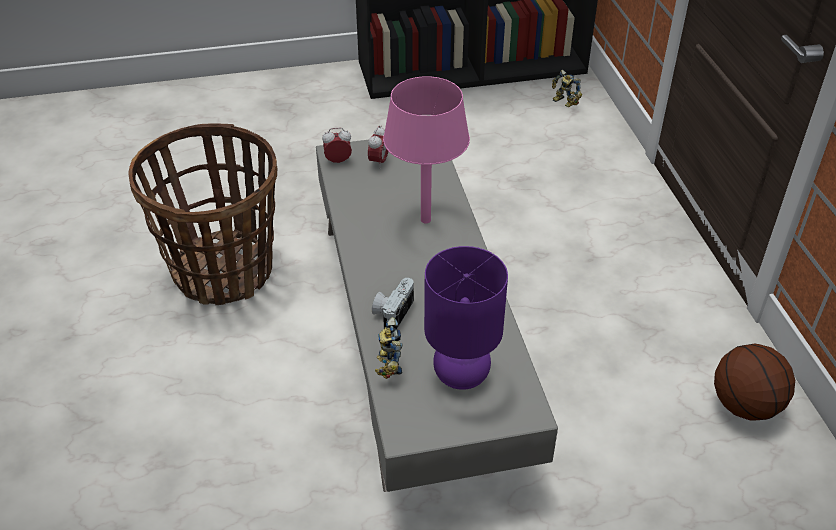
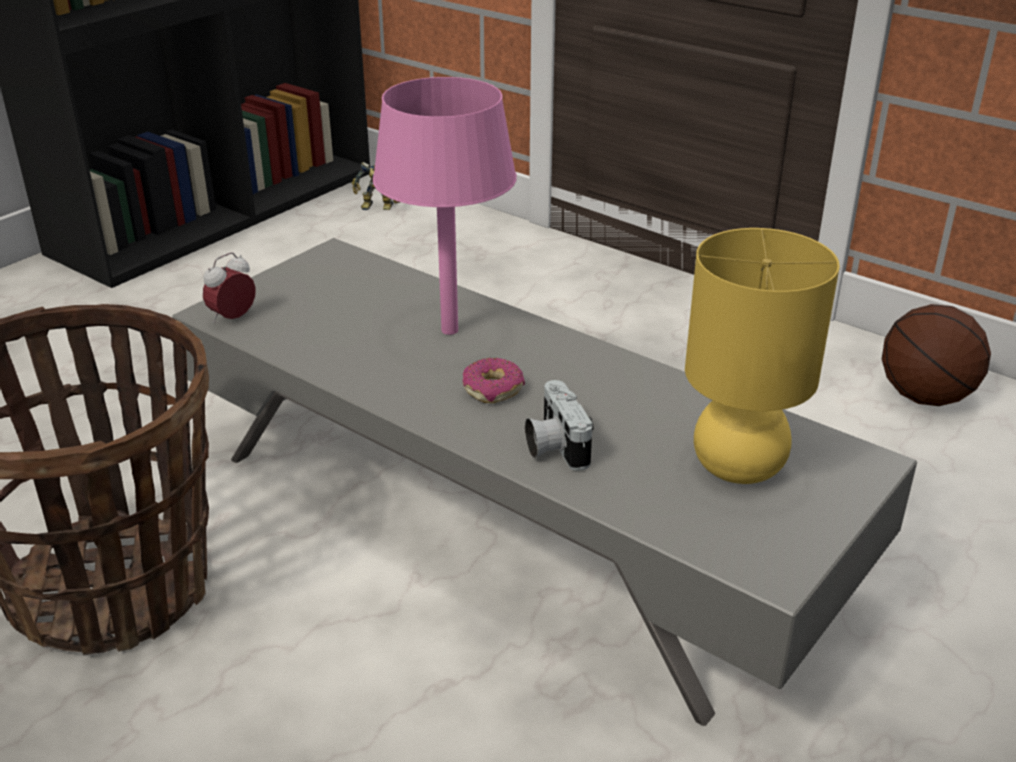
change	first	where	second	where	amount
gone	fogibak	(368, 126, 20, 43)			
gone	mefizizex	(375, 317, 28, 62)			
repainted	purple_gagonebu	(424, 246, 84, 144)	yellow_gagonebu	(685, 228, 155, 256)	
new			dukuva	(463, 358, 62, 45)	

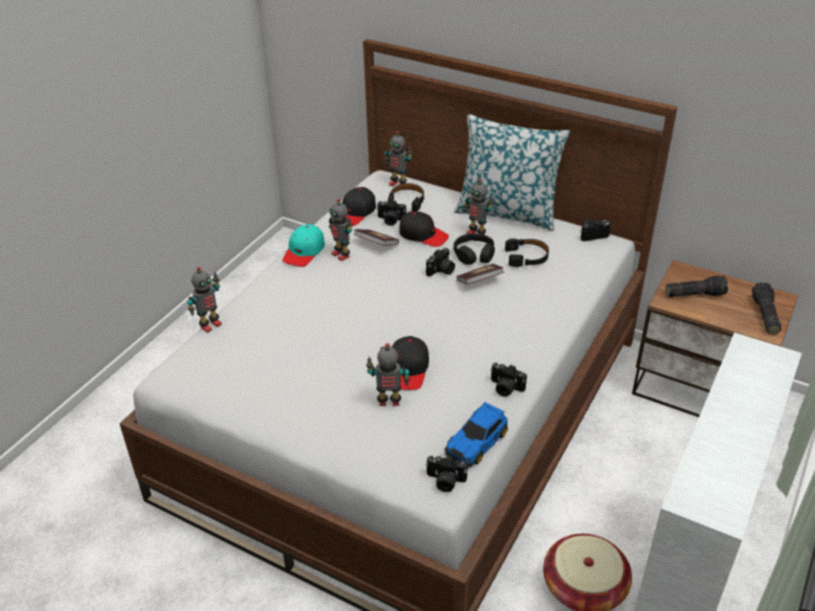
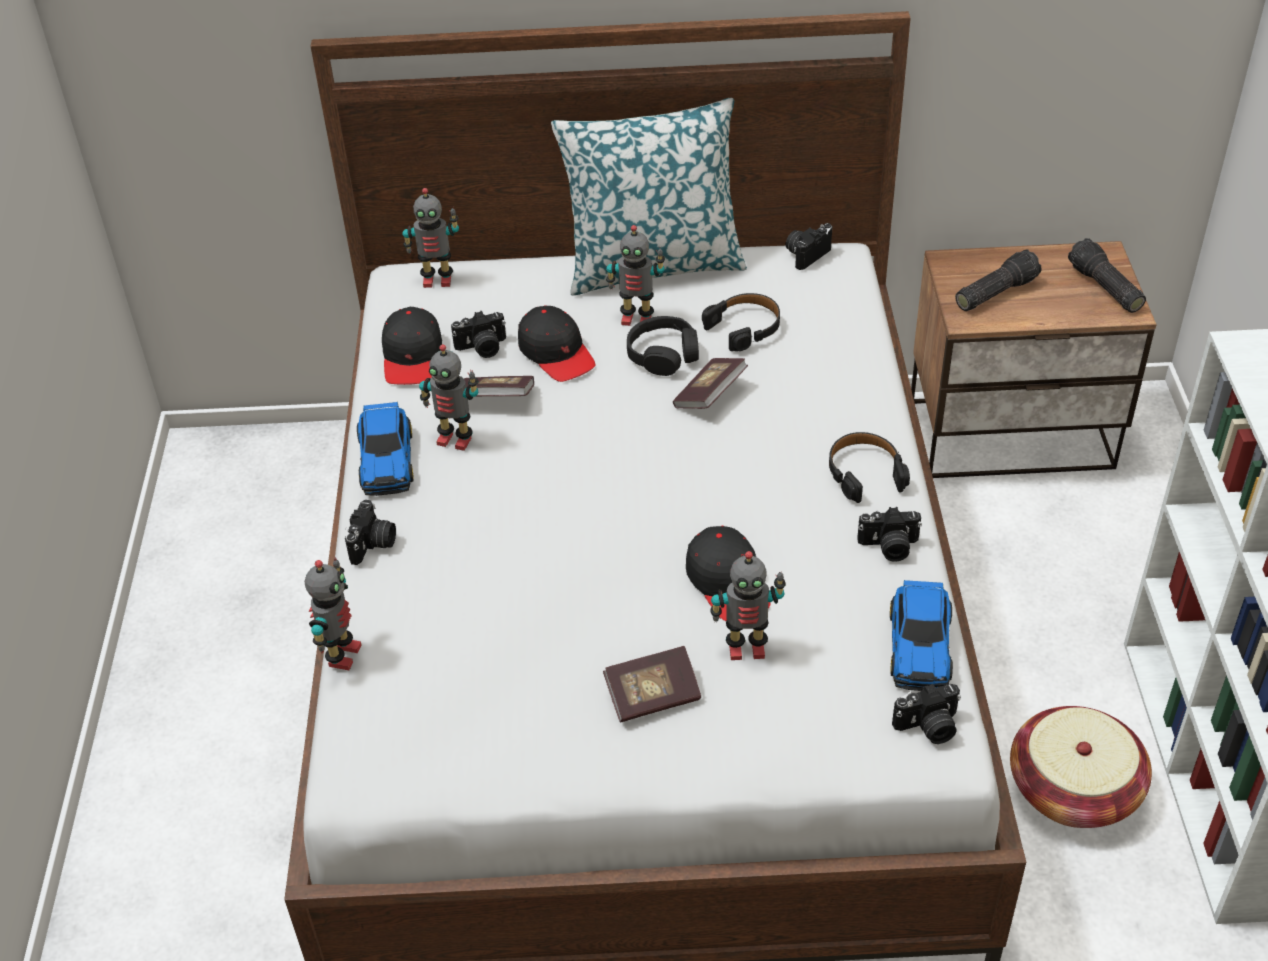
change	first	where	second	where	amount
swapped	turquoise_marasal	(283, 224, 42, 43)	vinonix	(357, 402, 57, 94)	
rotated	mefizizex	(366, 343, 44, 63)		(710, 551, 76, 109)	150 degrees counterclockwise
shifted	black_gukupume	(388, 183, 36, 28)		(829, 432, 81, 71)	
rotated	black_marasal	(399, 211, 50, 36)		(518, 305, 77, 77)	60 degrees clockwise
shifted	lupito	(426, 248, 29, 28)		(345, 500, 51, 65)	
new			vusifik	(603, 646, 98, 77)	

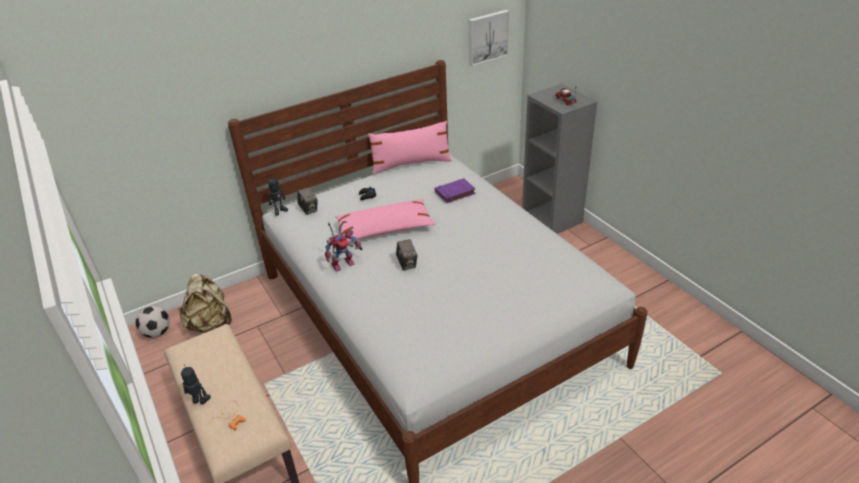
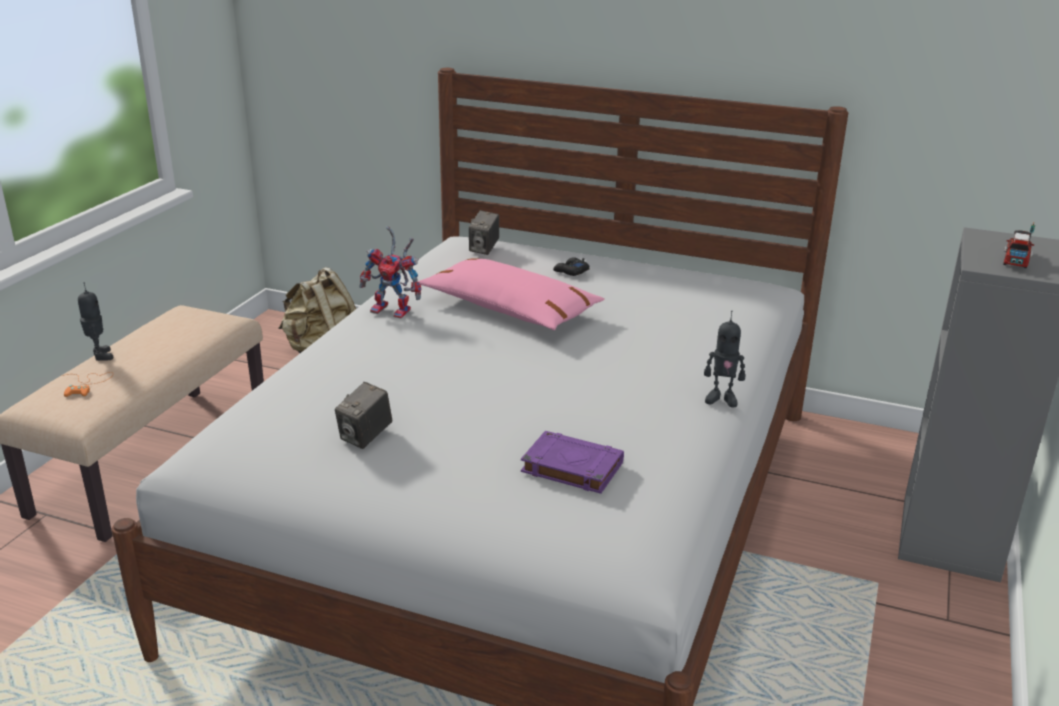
change	first	where	second	where	amount
gone	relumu	(135, 305, 35, 33)			
shifted	mefizizex	(268, 175, 20, 41)		(704, 311, 41, 97)	
gone	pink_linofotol	(368, 121, 84, 53)			
shifted	lupito	(396, 239, 21, 31)		(335, 382, 57, 67)	
shifted	purple_vusifik	(435, 178, 41, 25)		(521, 431, 103, 63)	
gone	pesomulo	(468, 10, 42, 56)			

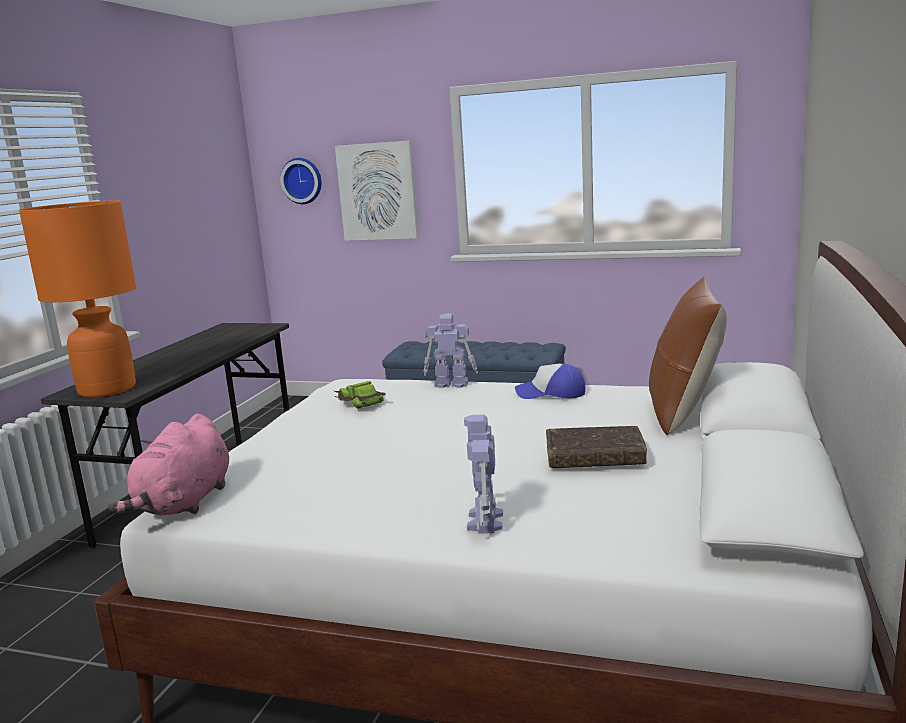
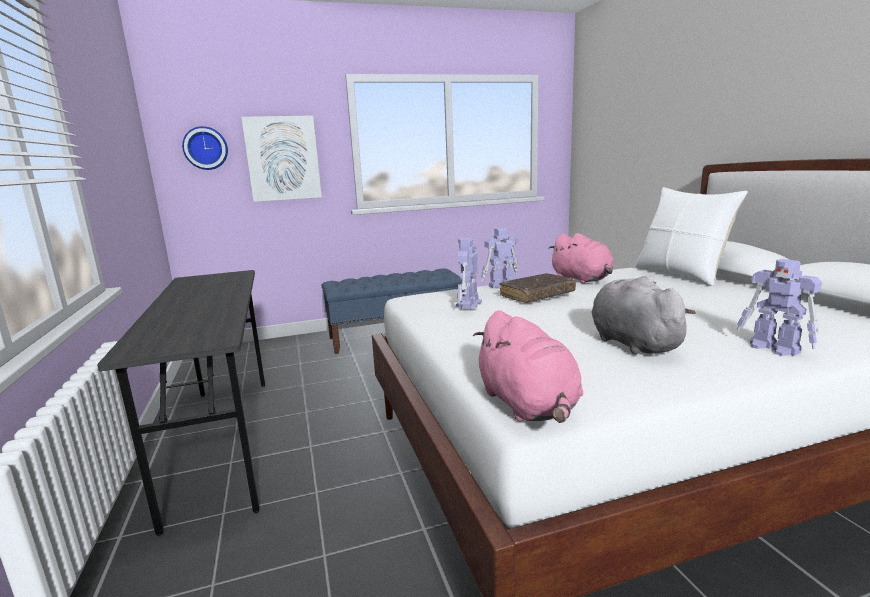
change	first	where	second	where	amount
gone	orange_gagonebu	(19, 200, 117, 197)			
swapped	vinonix	(334, 381, 52, 28)	mefizizex	(456, 238, 26, 71)	
swapped	marasal	(515, 363, 70, 36)	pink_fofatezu	(549, 233, 65, 50)	
shifted	brown_vusifik	(546, 426, 101, 42)		(500, 273, 76, 30)	
repainted	brown_linofotol	(649, 276, 78, 159)	white_linofotol	(636, 187, 112, 99)	
new			grey_fofatezu	(591, 276, 105, 79)	

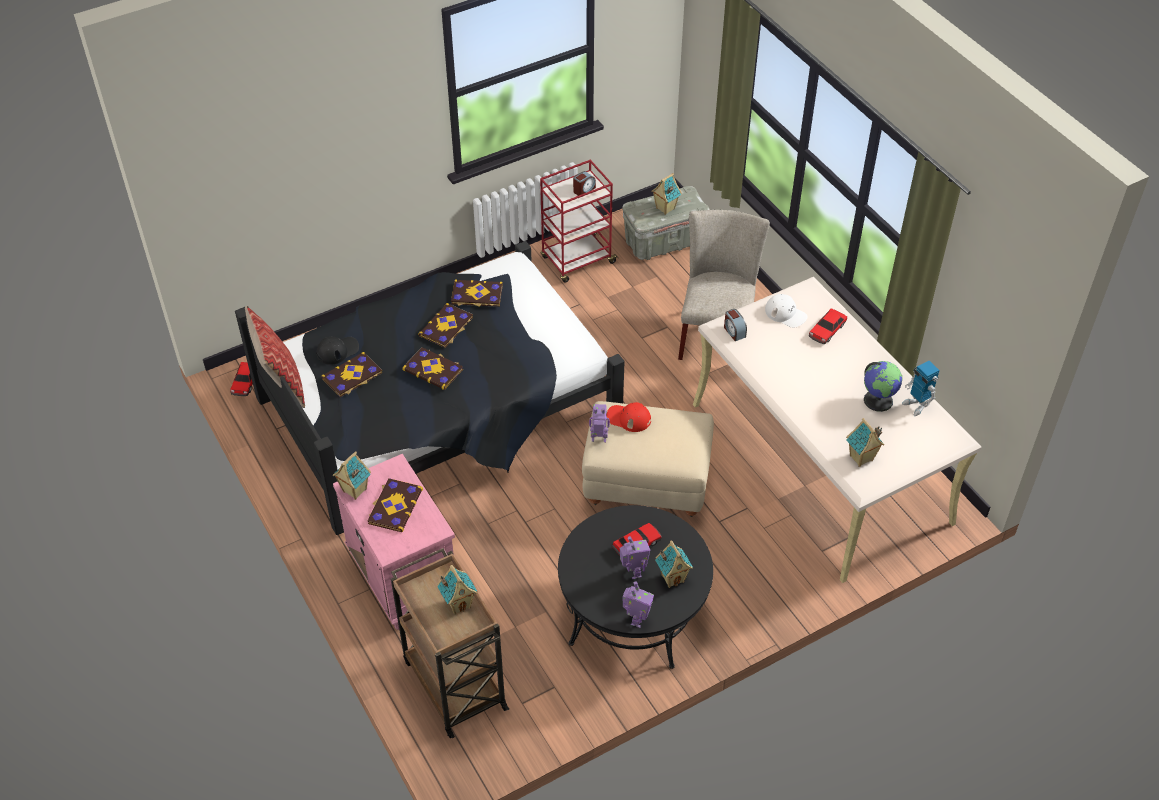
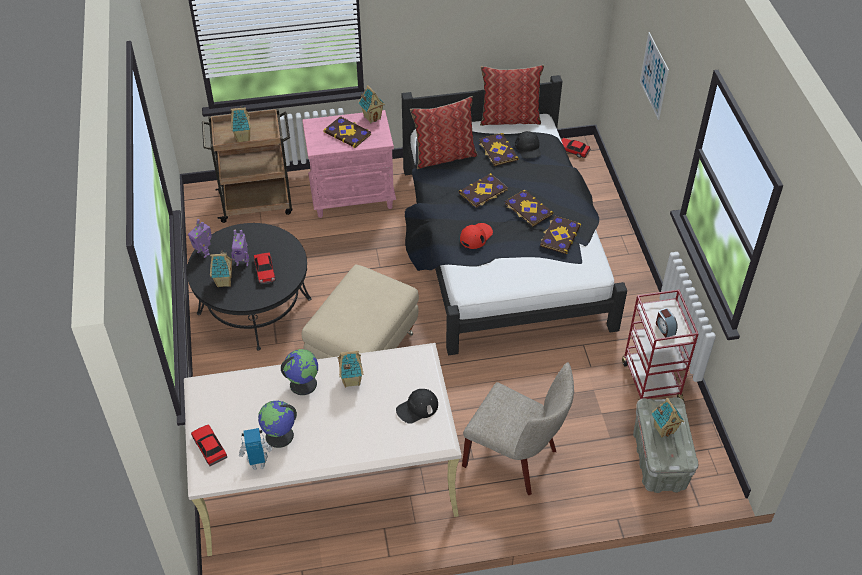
change	first	where	second	where	amount
gone	mefizizex	(589, 404, 21, 38)			
shifted	red_marasal	(607, 402, 44, 30)		(460, 223, 33, 26)	
gone	fogibak	(724, 309, 23, 32)			
repainted	white_marasal	(765, 294, 43, 34)	black_marasal	(396, 389, 42, 35)	
shifted	vinonix	(809, 308, 38, 36)		(191, 424, 36, 42)	
shifted	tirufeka	(846, 418, 38, 49)		(337, 351, 26, 36)	
new			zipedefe	(281, 349, 37, 46)	
new			linofotol	(410, 96, 67, 73)	
new			pesomulo	(640, 32, 29, 88)	

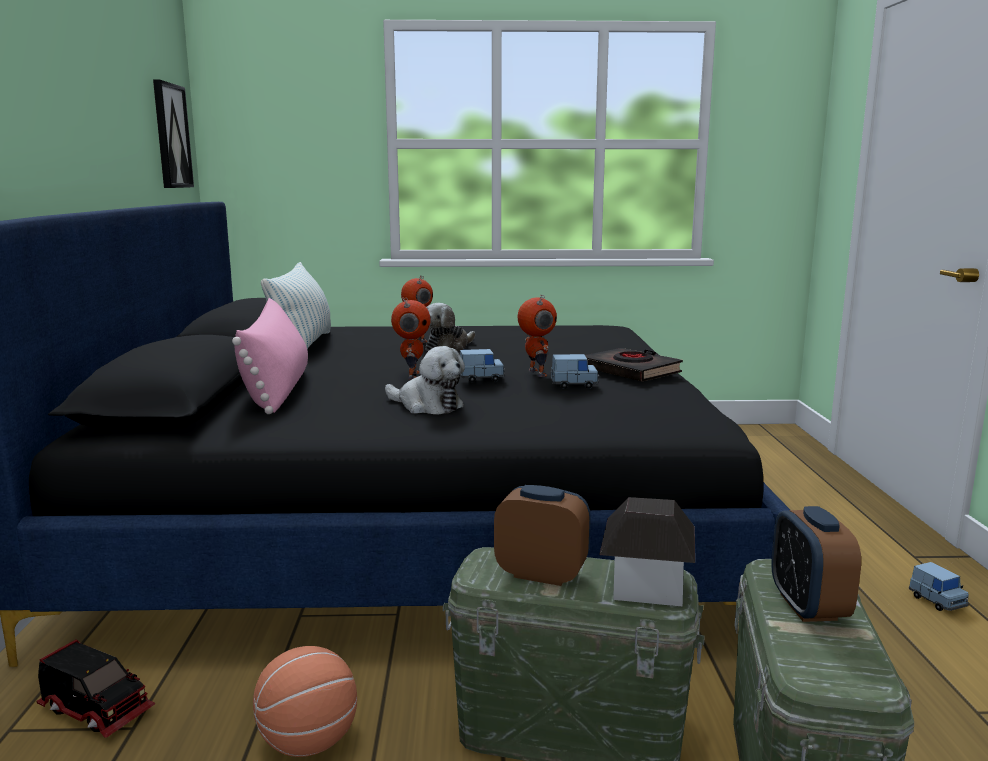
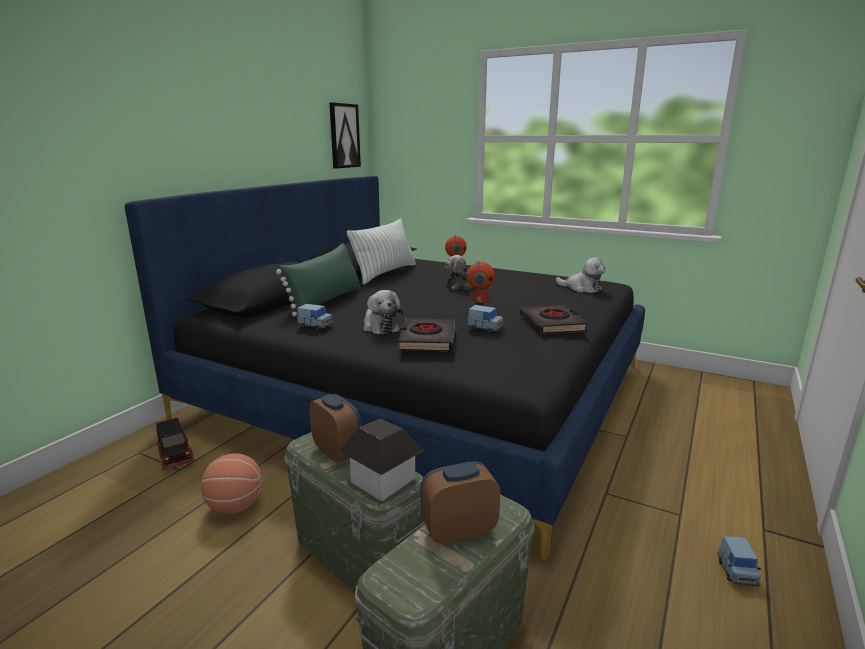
change	first	where	second	where	amount
repainted	pink_linofotol	(232, 298, 76, 116)	green_linofotol	(276, 243, 84, 74)	
gone	mefizizex	(391, 298, 40, 82)			
shifted	blue_vinonix	(460, 349, 45, 34)		(297, 304, 36, 27)	
rotated	fogibak	(771, 506, 90, 116)		(421, 461, 79, 84)	45 degrees clockwise
new			black_vusifik	(398, 318, 57, 34)	
new			fofatezu	(556, 257, 49, 36)	

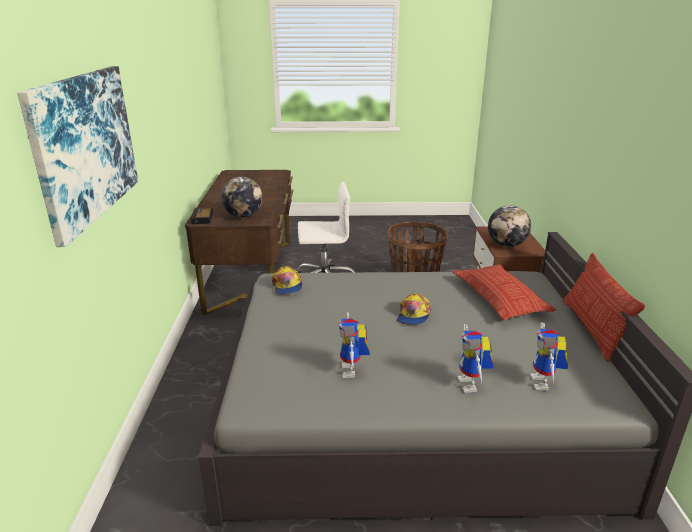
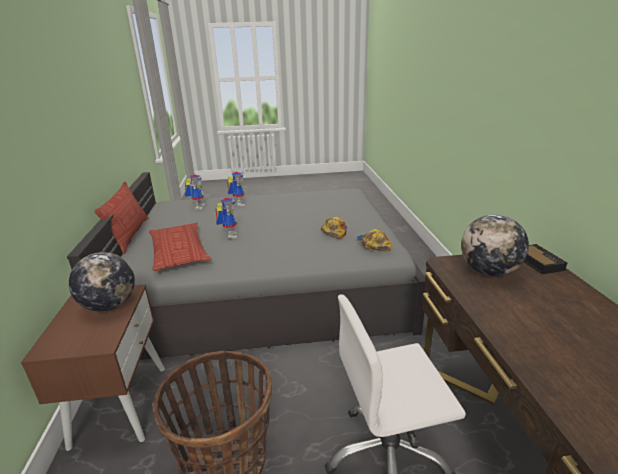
change	first	where	second	where	amount
gone	pesomulo	(17, 66, 121, 181)			
shifted	mefizizex	(338, 312, 32, 66)		(216, 198, 21, 41)	
shifted	marasal	(397, 293, 35, 32)		(321, 217, 26, 22)	

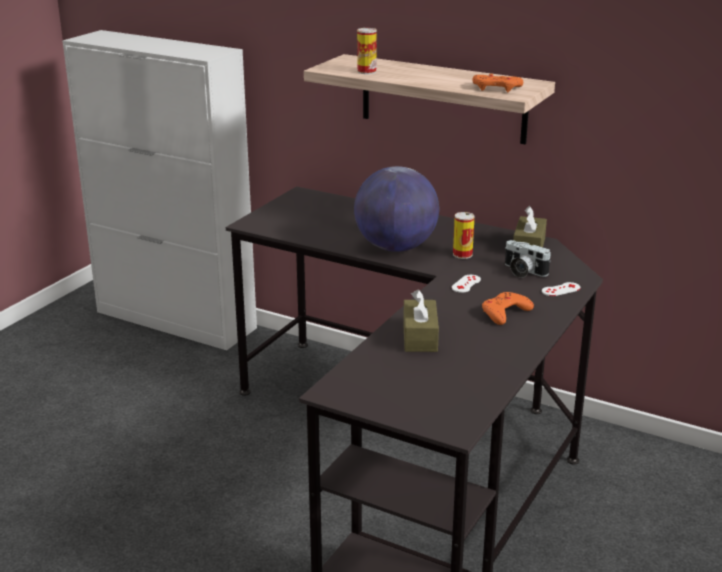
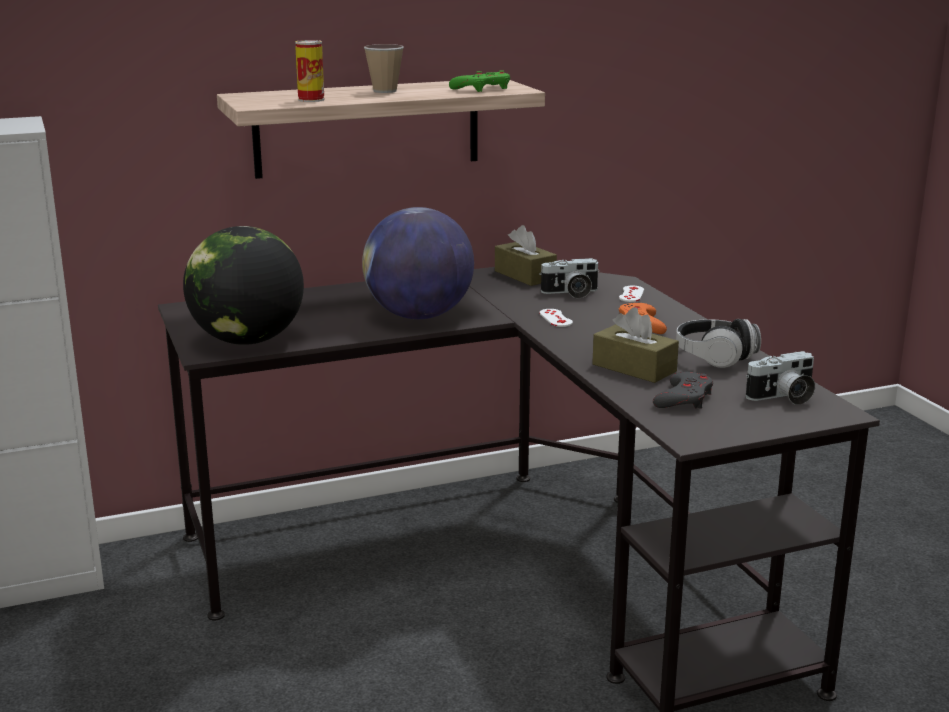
change	first	where	second	where	amount
gone	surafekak	(453, 212, 22, 47)			
repainted	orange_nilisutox	(472, 74, 51, 18)	green_nilisutox	(449, 70, 61, 22)	
new			zipedefe	(183, 226, 121, 119)	
new			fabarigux	(364, 44, 40, 49)	
new			grey_nilisutox	(653, 371, 60, 38)	
new			gukupume	(676, 319, 85, 49)	
new			lupito	(745, 351, 70, 54)	

